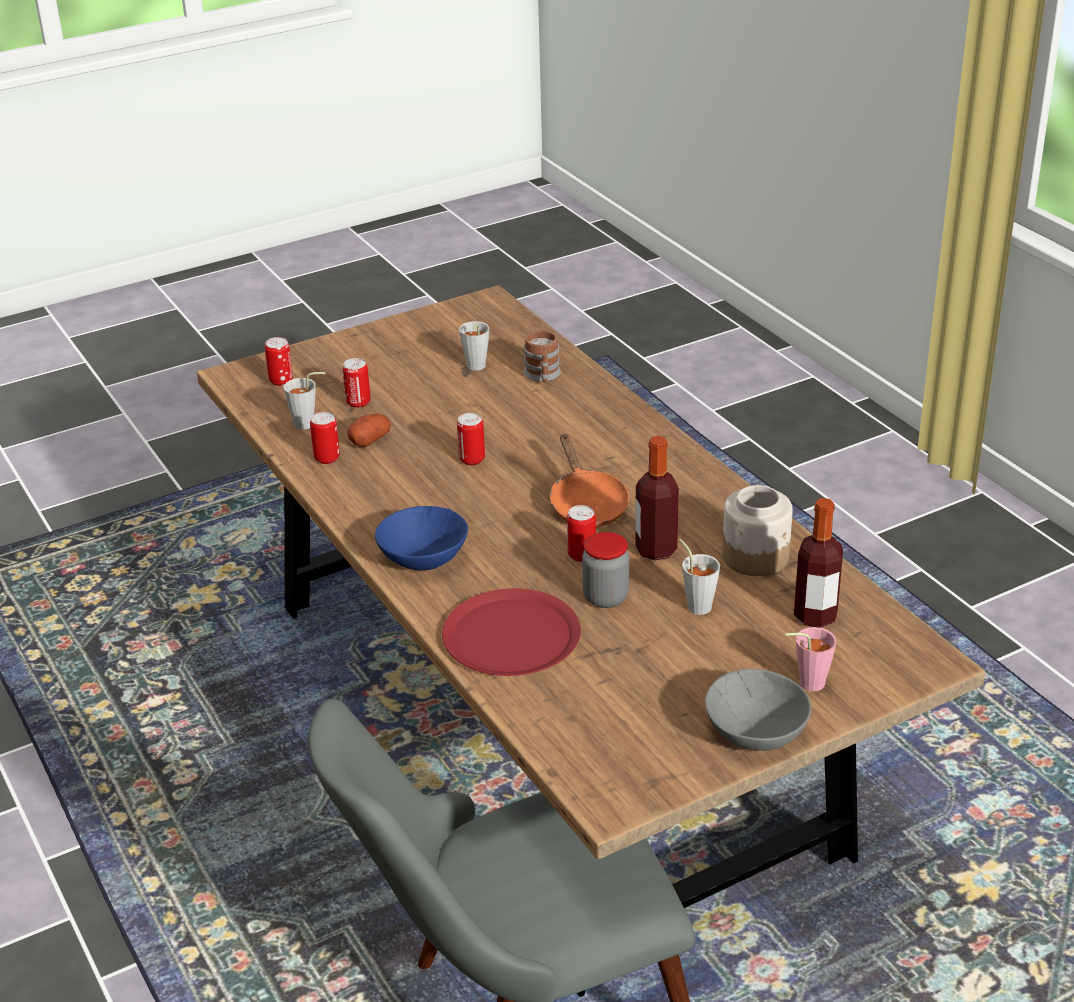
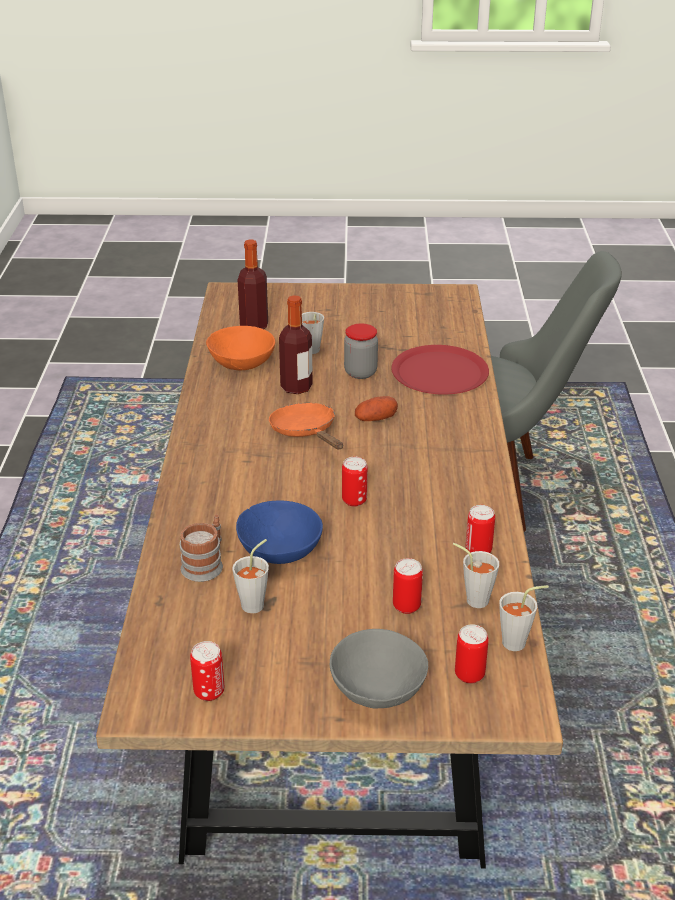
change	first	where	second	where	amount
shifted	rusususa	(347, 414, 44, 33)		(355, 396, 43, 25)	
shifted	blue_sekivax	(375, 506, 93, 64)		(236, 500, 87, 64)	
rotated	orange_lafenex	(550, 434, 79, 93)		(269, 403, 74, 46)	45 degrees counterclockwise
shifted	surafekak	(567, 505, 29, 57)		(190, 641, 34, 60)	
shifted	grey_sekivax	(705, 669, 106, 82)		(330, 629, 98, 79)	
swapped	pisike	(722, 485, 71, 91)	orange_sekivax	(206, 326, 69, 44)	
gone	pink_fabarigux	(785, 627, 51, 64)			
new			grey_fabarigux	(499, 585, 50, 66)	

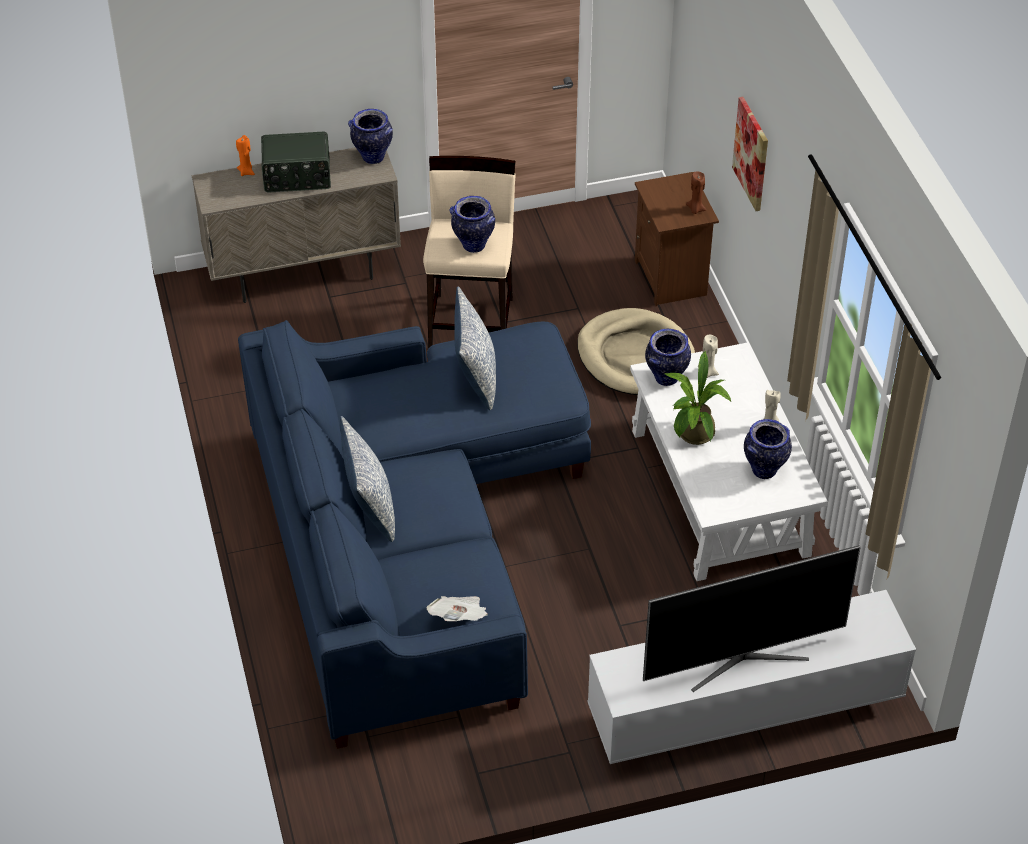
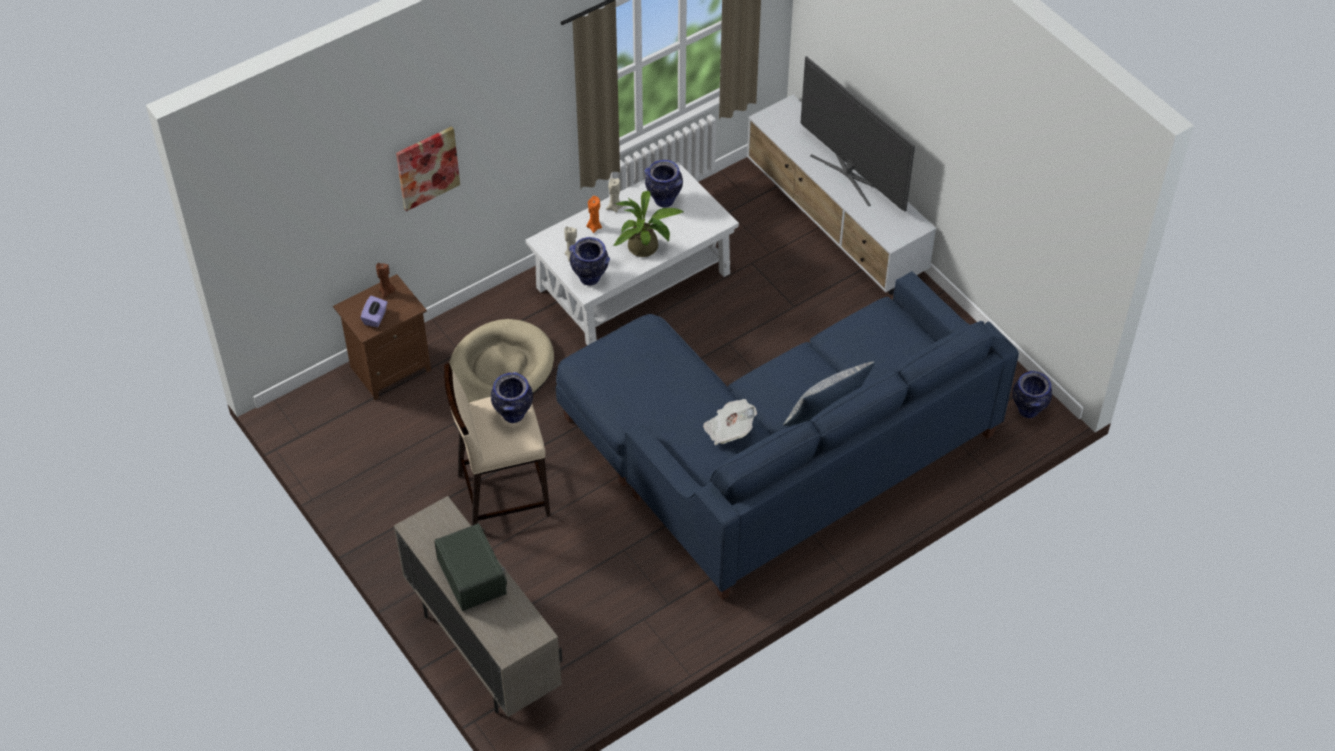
change	first	where	second	where	amount
shifted	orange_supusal	(236, 135, 19, 41)		(586, 196, 16, 37)	
shifted	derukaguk	(348, 109, 45, 55)		(1012, 371, 40, 47)	
shifted	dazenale	(427, 596, 61, 25)		(703, 399, 54, 46)	
gone	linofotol	(454, 286, 42, 124)			
new			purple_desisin	(361, 295, 27, 32)	

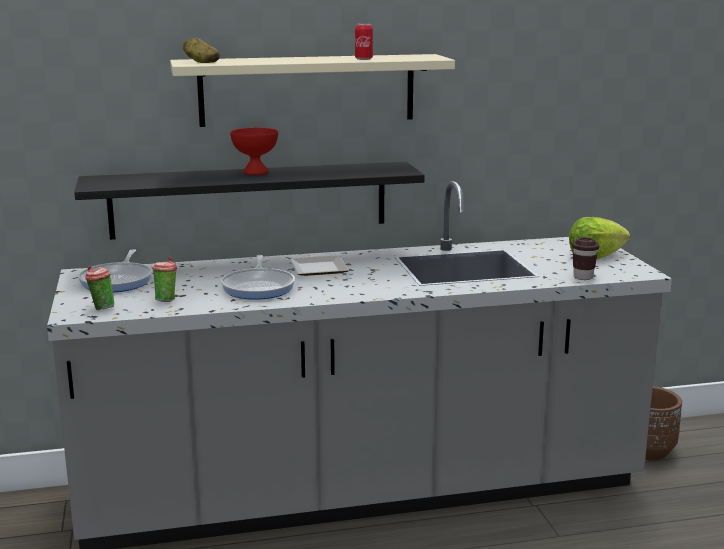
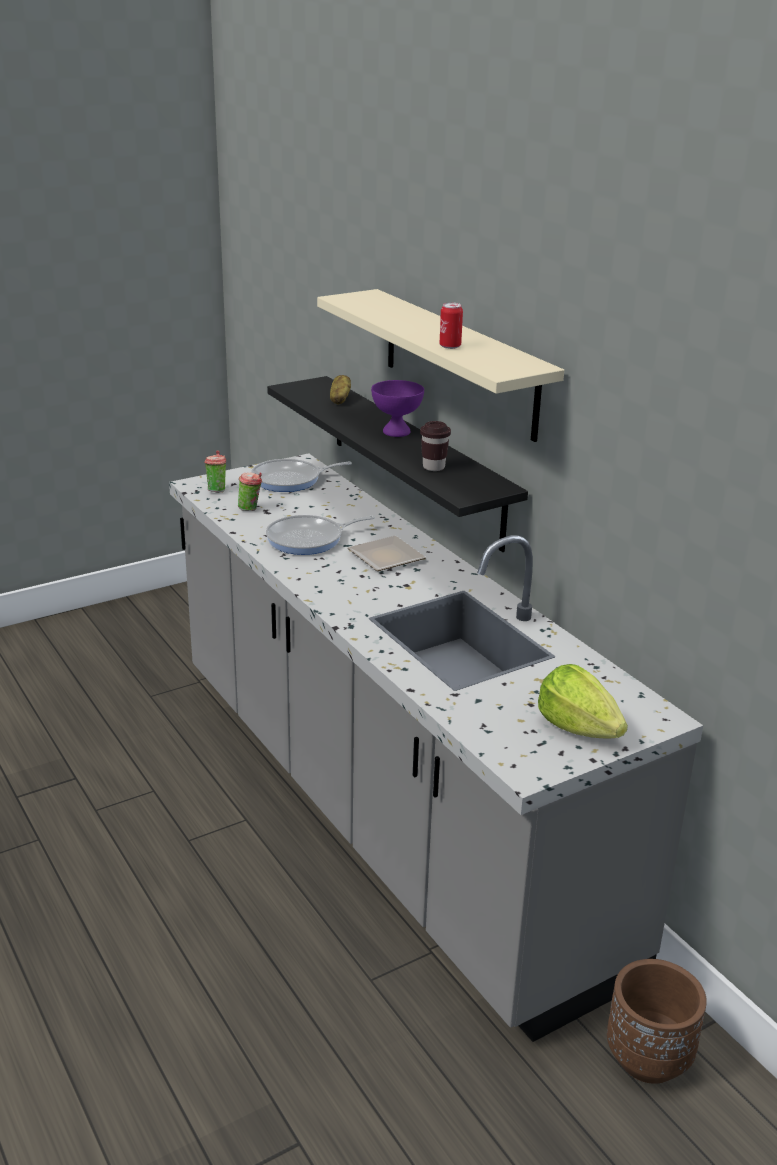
change	first	where	second	where	amount
shifted	rusususa	(183, 38, 37, 25)		(330, 375, 21, 29)	
repainted	red_sekivax	(230, 127, 48, 48)	purple_sekivax	(371, 380, 53, 57)	
shifted	brown_fabarigux	(572, 237, 27, 43)		(420, 421, 31, 50)	

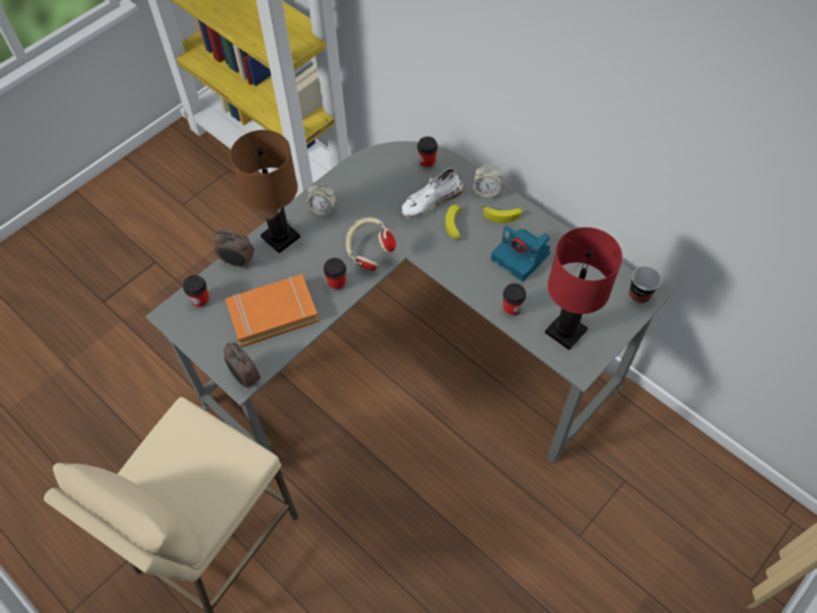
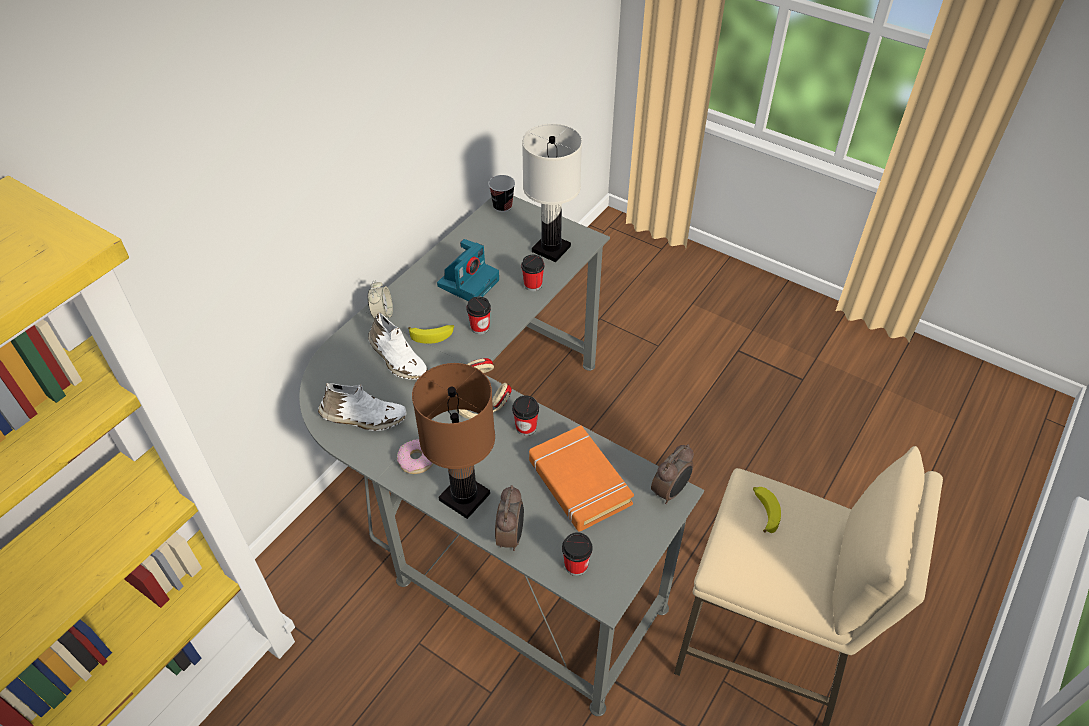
change	first	where	second	where	amount
swapped	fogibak	(305, 183, 31, 33)	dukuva	(397, 439, 37, 35)	
shifted	fabarigux	(417, 136, 21, 33)		(467, 296, 24, 38)	
shifted	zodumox	(483, 206, 40, 17)		(753, 487, 28, 46)	
repainted	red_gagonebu	(545, 227, 77, 123)	white_gagonebu	(522, 124, 60, 138)	
new			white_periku	(318, 383, 88, 48)	

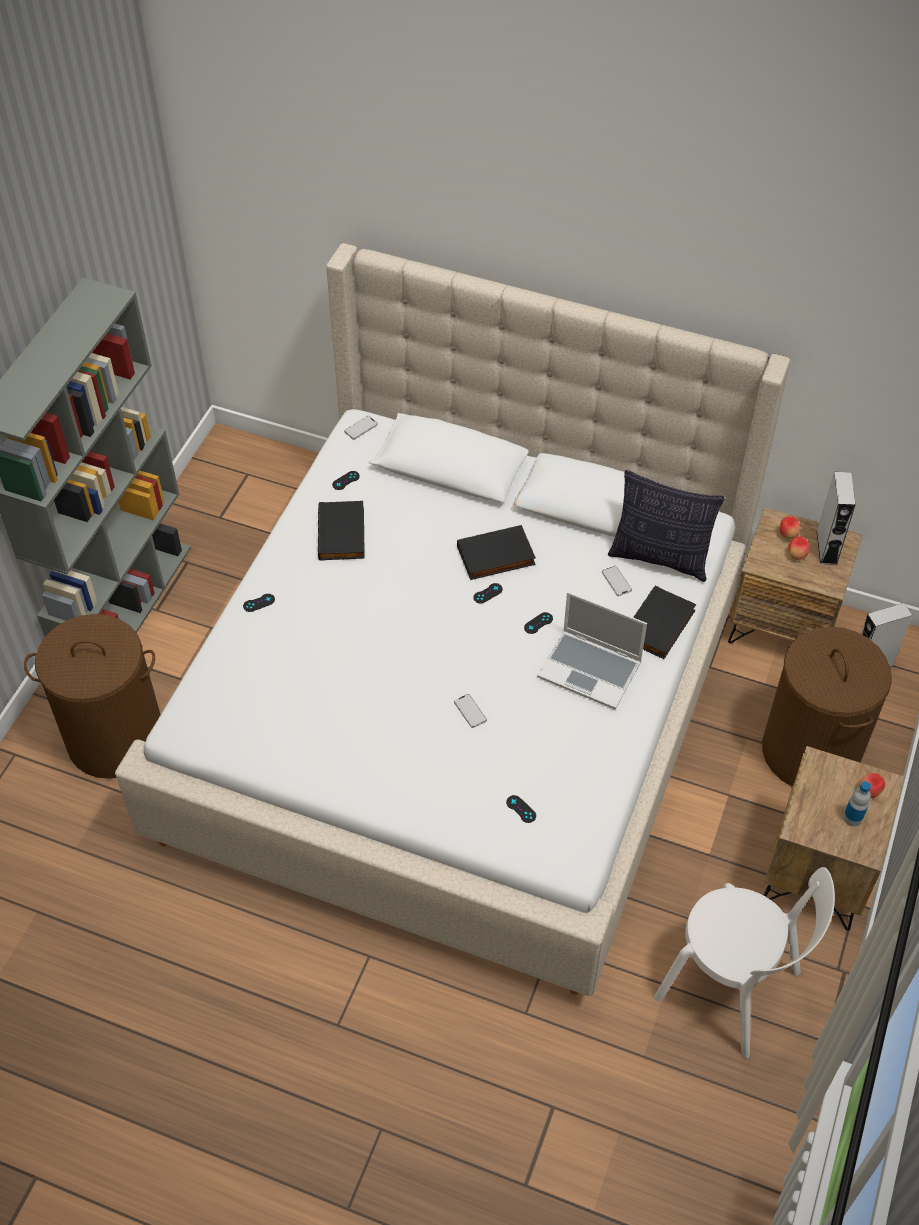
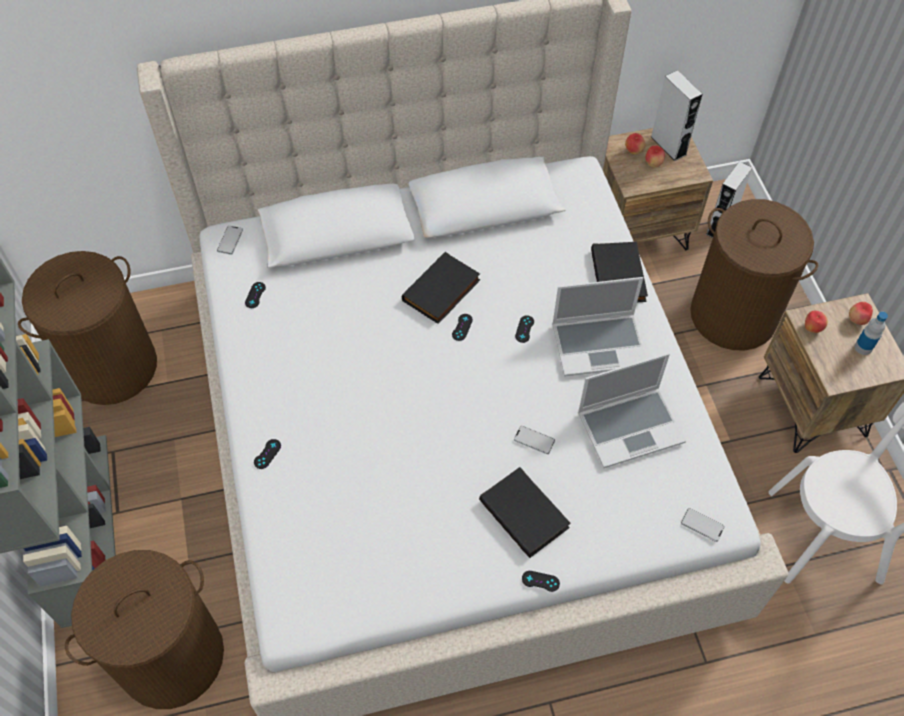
change	first	where	second	where	amount
shifted	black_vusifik	(318, 501, 47, 60)		(479, 467, 92, 91)	
shifted	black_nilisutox	(506, 795, 30, 28)		(522, 571, 38, 21)	
shifted	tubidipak	(602, 566, 30, 30)		(681, 508, 43, 34)	
gone	linofotol	(608, 470, 117, 112)			
new			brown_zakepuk	(18, 251, 139, 154)	
new			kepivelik	(578, 353, 108, 115)	
new			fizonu	(805, 311, 23, 22)	

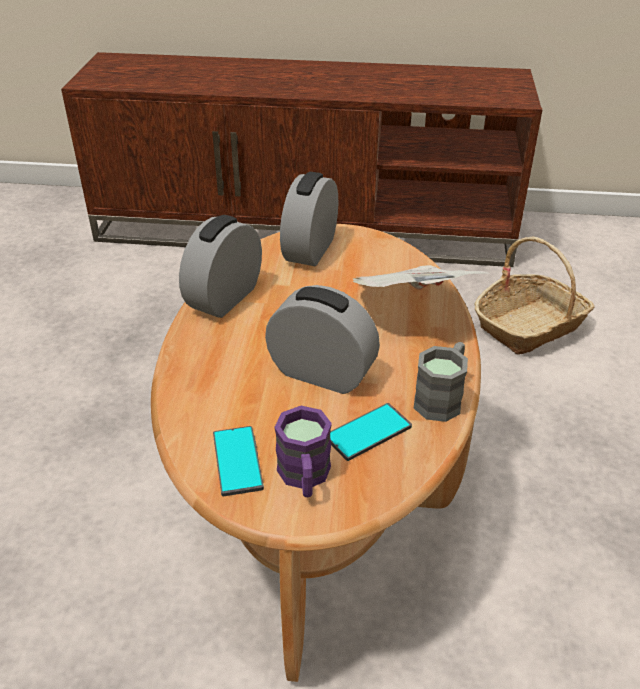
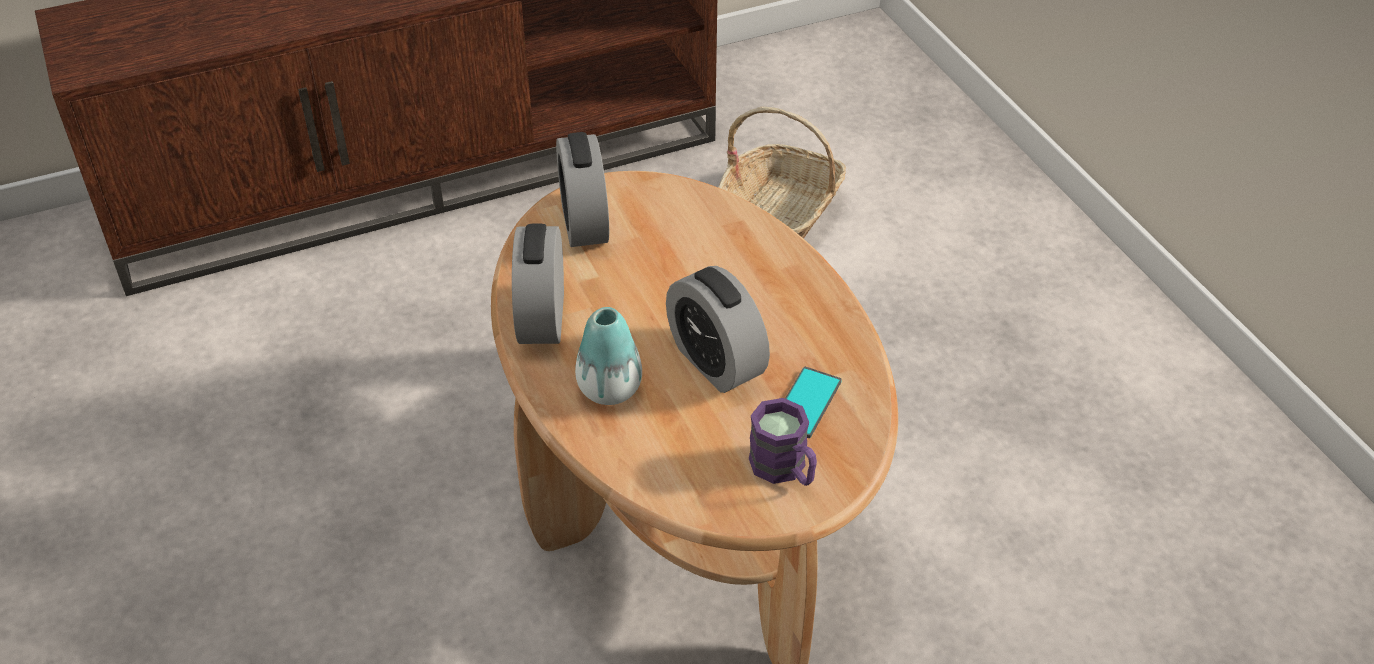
change	first	where	second	where	amount
gone	tubidipak	(213, 426, 51, 70)			
rotated	fogibak	(265, 285, 115, 109)		(666, 266, 104, 127)	120 degrees counterclockwise
gone	dazenale	(353, 265, 138, 25)			
gone	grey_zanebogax	(414, 342, 54, 80)			
new			derukaguk	(575, 307, 67, 98)	

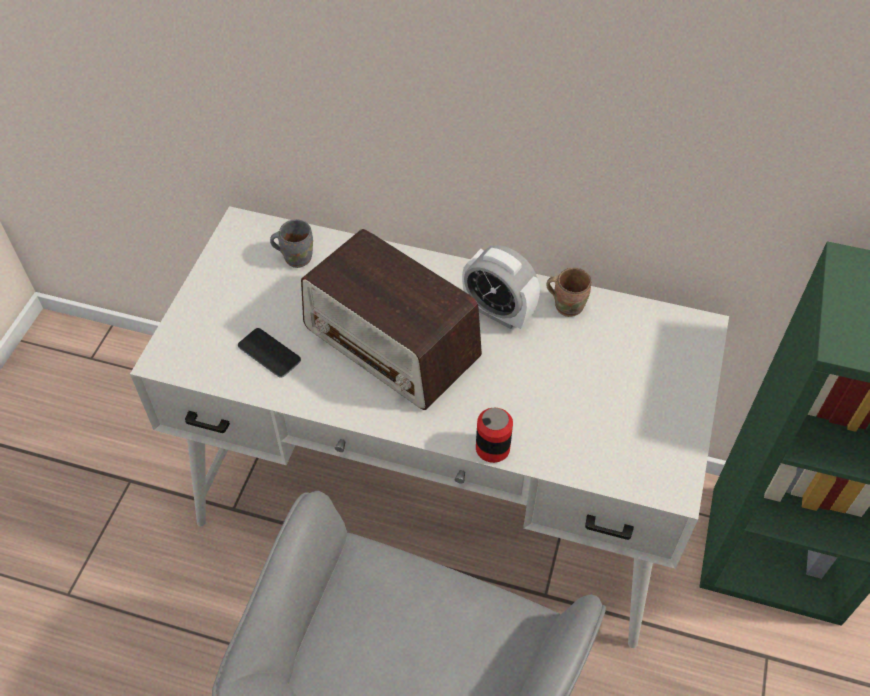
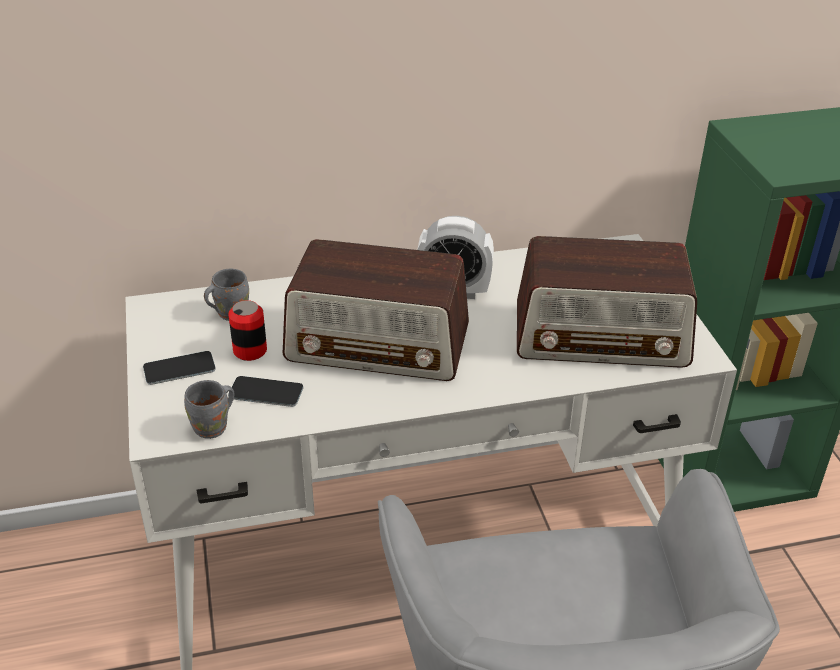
change	first	where	second	where	amount
shifted	surafekak	(476, 408, 37, 55)		(228, 300, 39, 61)	
gone	brown_zanebogax	(546, 268, 45, 49)			
new			tubidipak	(143, 351, 73, 34)	
new			grey_zanebogax	(184, 380, 51, 59)	
new			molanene	(517, 236, 180, 132)	

